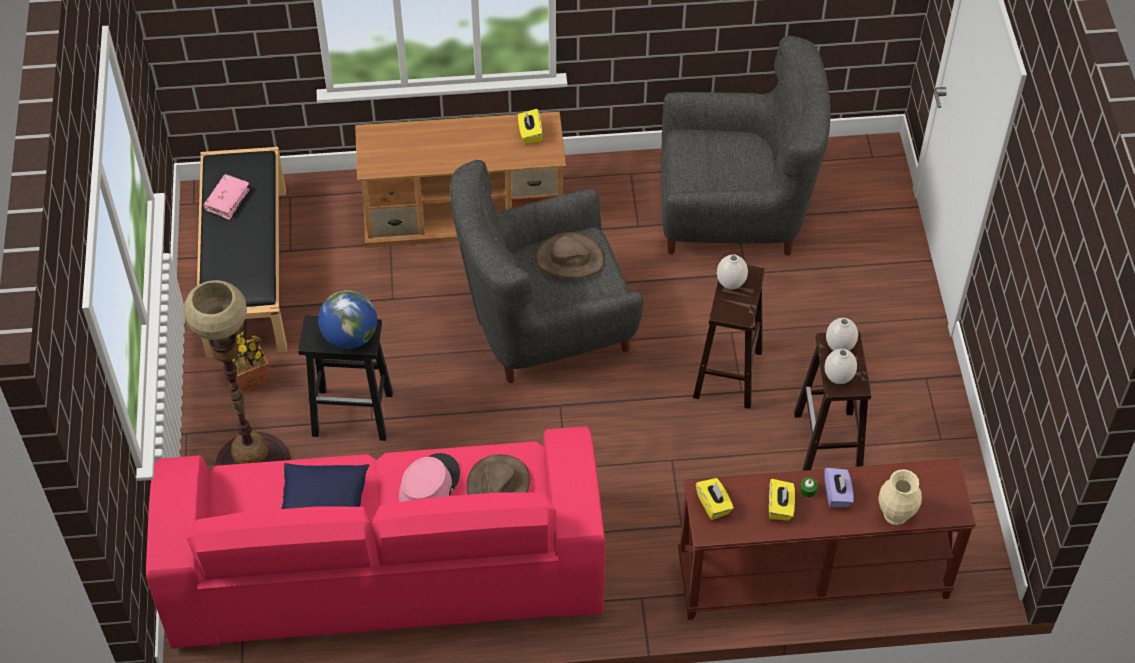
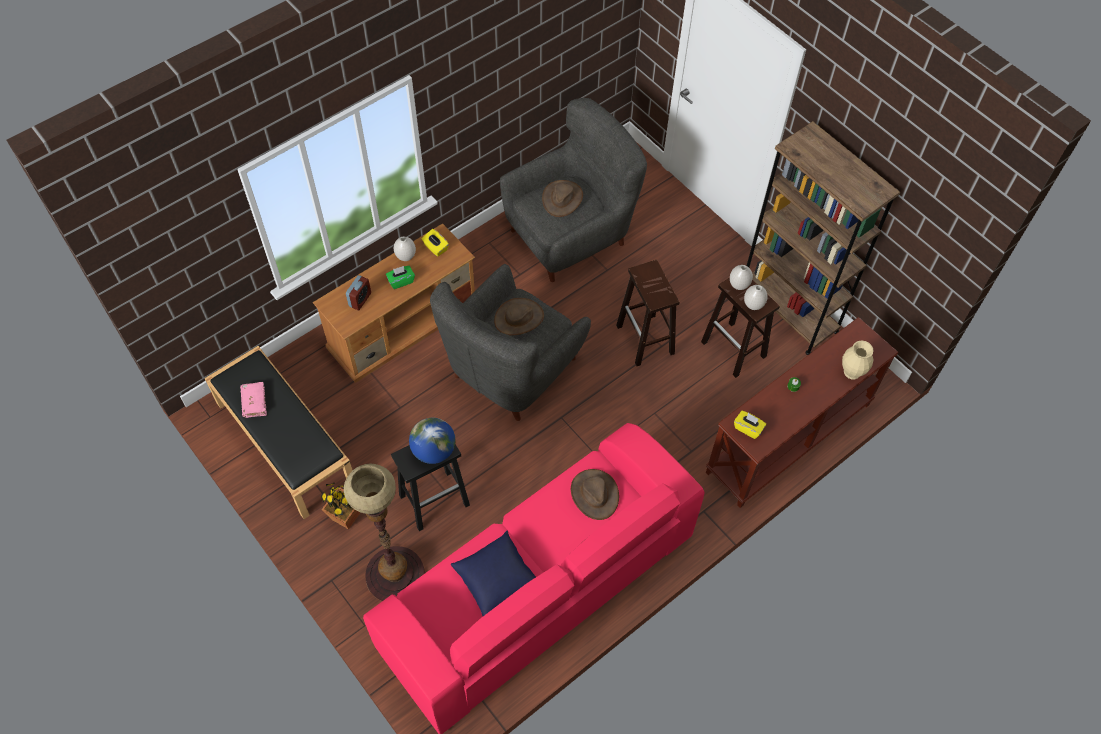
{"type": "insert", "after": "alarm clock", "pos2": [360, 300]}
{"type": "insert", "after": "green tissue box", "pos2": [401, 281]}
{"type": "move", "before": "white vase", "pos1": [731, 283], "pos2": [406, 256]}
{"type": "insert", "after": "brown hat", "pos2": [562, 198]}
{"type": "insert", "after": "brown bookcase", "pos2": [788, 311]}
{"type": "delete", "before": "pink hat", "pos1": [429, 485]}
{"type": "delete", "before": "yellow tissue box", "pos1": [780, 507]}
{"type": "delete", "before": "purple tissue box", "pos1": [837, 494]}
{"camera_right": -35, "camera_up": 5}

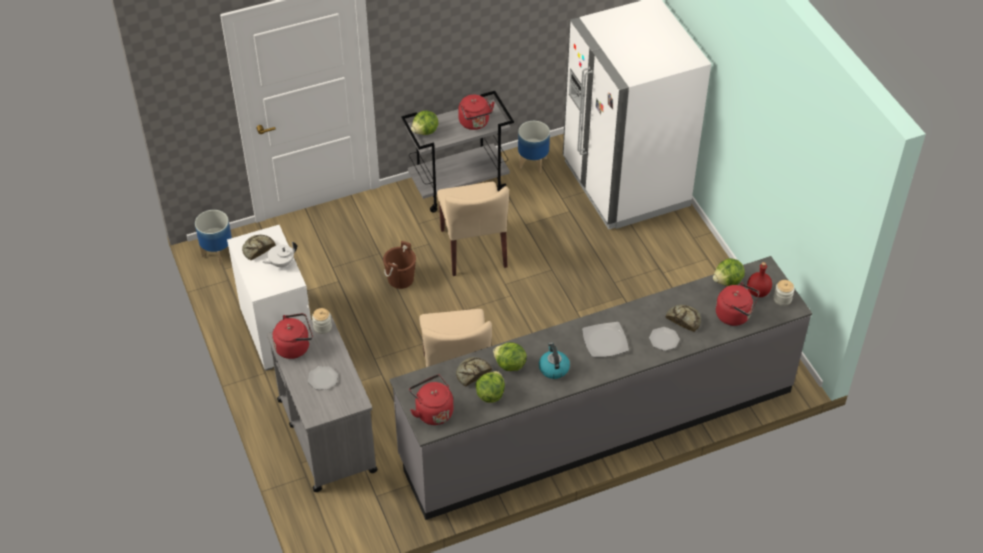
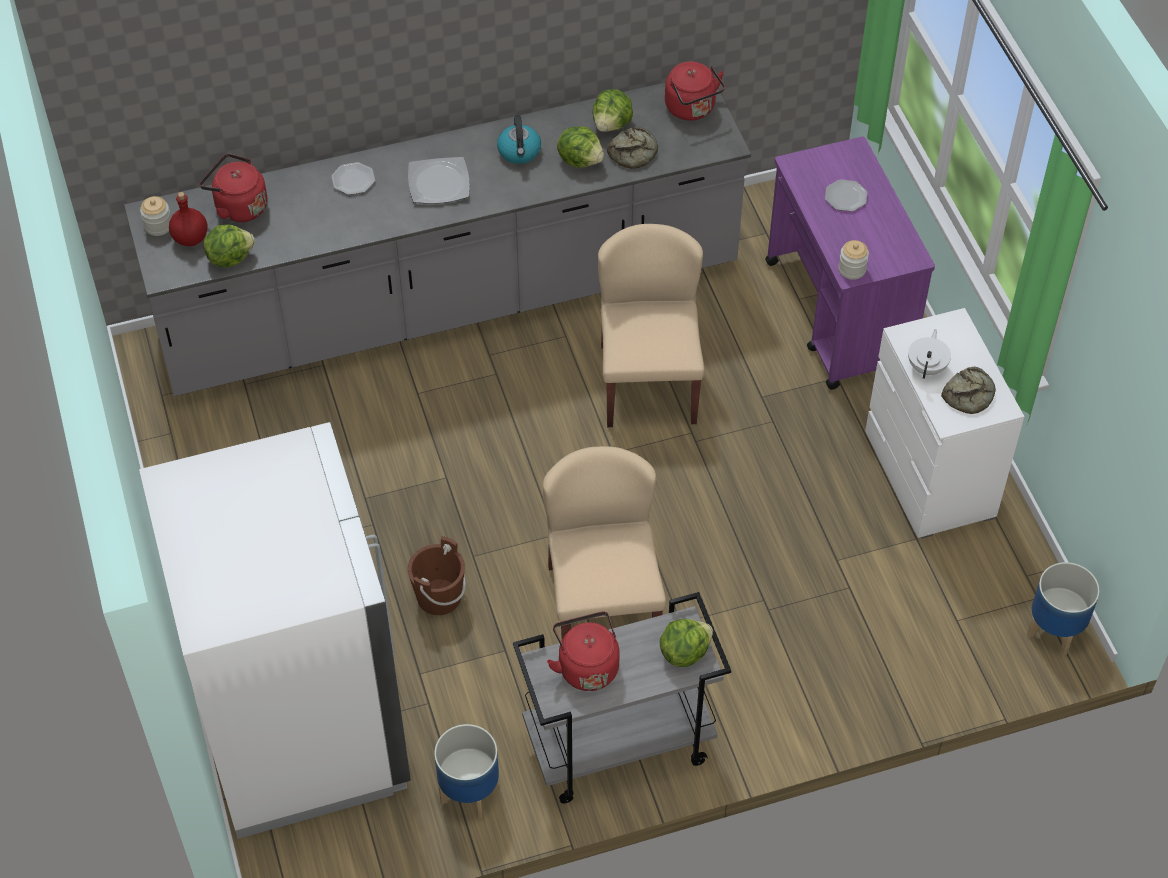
{"type": "move", "before": "brown bucket", "pos1": [400, 279], "pos2": [439, 596]}
{"type": "recolor", "before": "grey cart", "after": "purple cart", "pos1": [326, 434], "pos2": [839, 315]}
{"type": "rotate", "before": "white teapot", "pos1": [281, 263], "pos2": [927, 367], "turn": -45}
{"type": "delete", "before": "red kettle", "pos1": [294, 346]}
{"type": "delete", "before": "bread", "pos1": [684, 319]}
{"camera_right": -175, "camera_up": 5}

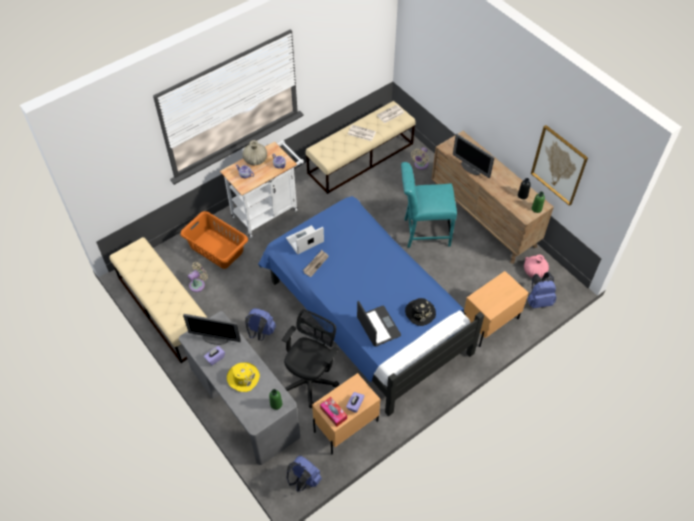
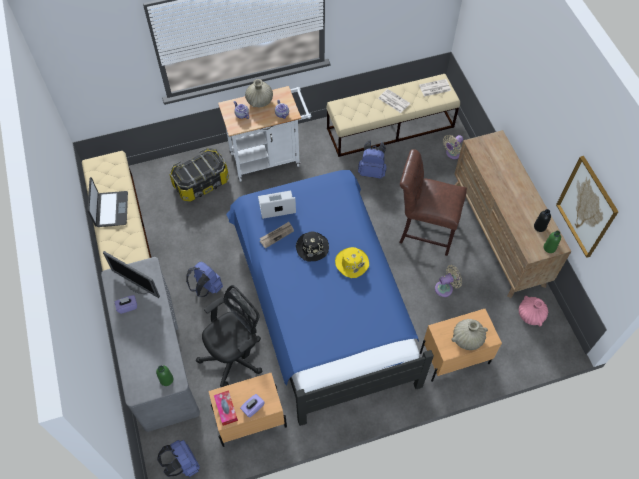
{"type": "move", "before": "laptop", "pos1": [378, 327], "pos2": [111, 209]}
{"type": "replace", "before": "orange laundry basket", "after": "storage box", "pos1": [217, 248], "pos2": [201, 183]}
{"type": "move", "before": "black hat", "pos1": [420, 313], "pos2": [312, 247]}
{"type": "move", "before": "yellow hat", "pos1": [243, 377], "pos2": [351, 263]}
{"type": "move", "before": "blue backpack", "pos1": [538, 301], "pos2": [372, 171]}
{"type": "recolor", "before": "turquoise chair", "after": "brown chair", "pos1": [423, 232], "pos2": [424, 230]}
{"type": "move", "before": "beige fan", "pos1": [198, 284], "pos2": [445, 288]}
{"type": "insert", "after": "beige vase", "pos2": [467, 338]}
{"type": "delete", "before": "monitor", "pos1": [470, 168]}
{"camera_right": 20, "camera_up": 5}

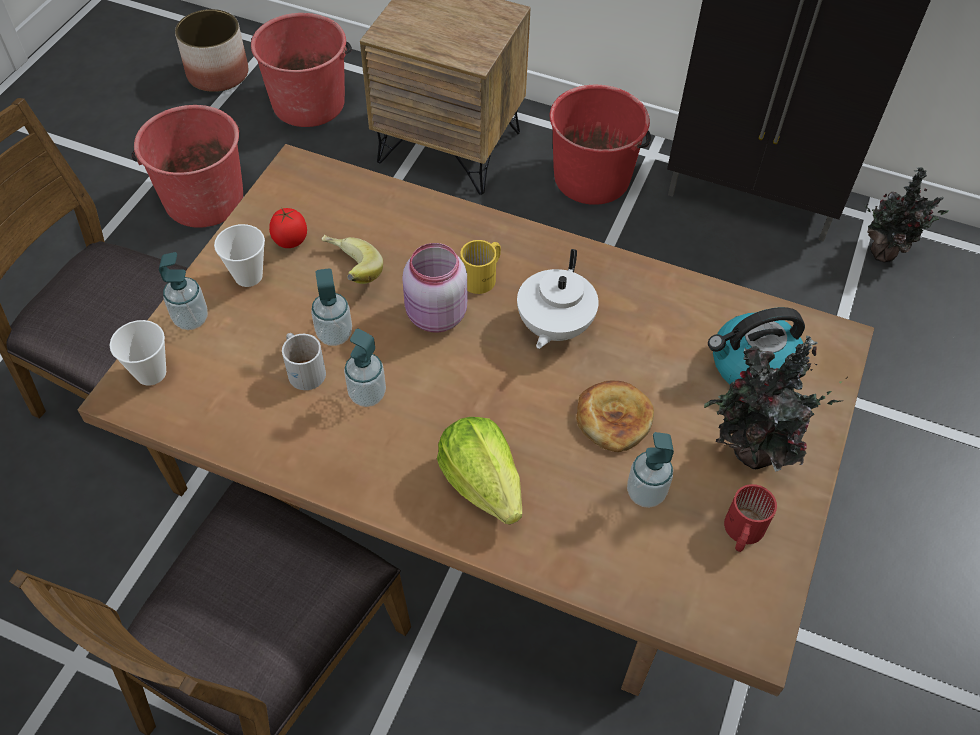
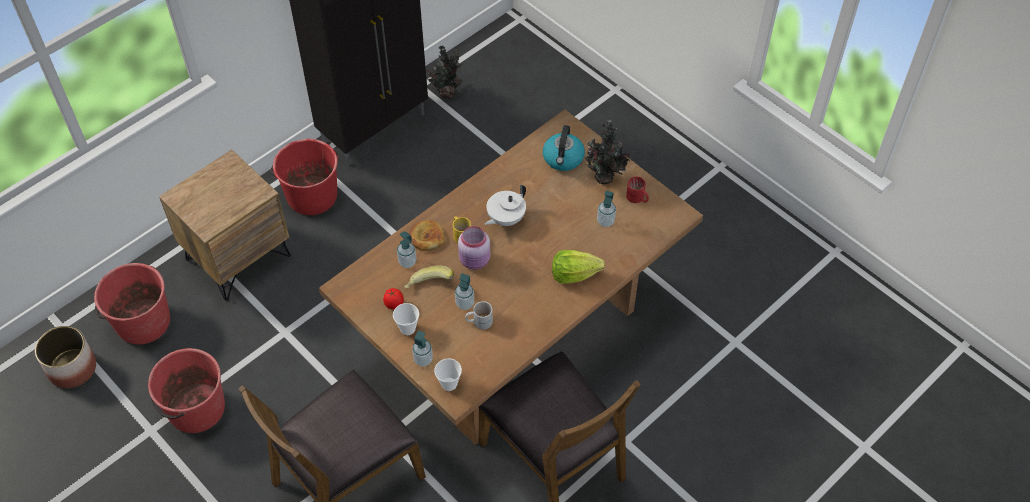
{"type": "move", "before": "soap dispenser", "pos1": [367, 394], "pos2": [407, 262]}
{"type": "move", "before": "bread", "pos1": [613, 418], "pos2": [426, 237]}
{"type": "rotate", "before": "white teapot", "pos1": [553, 327], "pos2": [505, 219], "turn": 90}
{"camera_right": -65, "camera_up": 0}

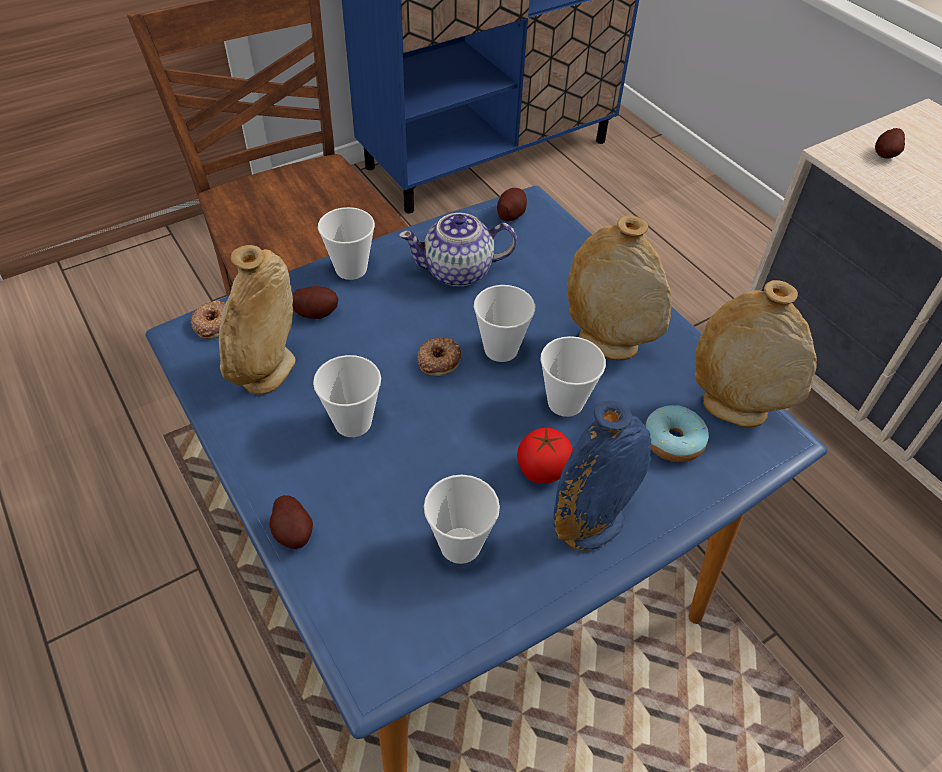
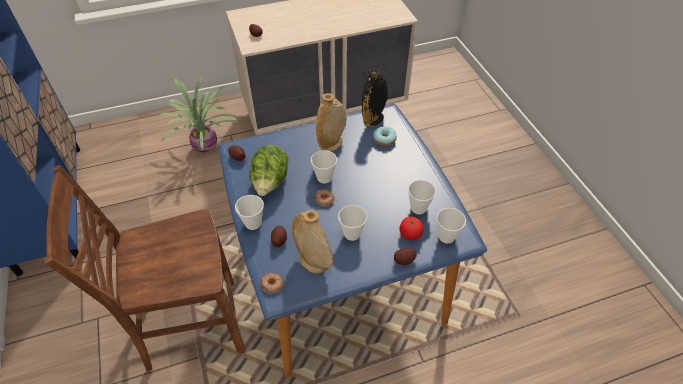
{"type": "insert", "after": "potted plant", "pos2": [206, 145]}
{"type": "replace", "before": "teapot", "after": "lettuce", "pos1": [459, 271], "pos2": [270, 183]}
{"type": "recolor", "before": "beige vase", "after": "black vase", "pos1": [734, 408], "pos2": [373, 119]}
{"type": "move", "before": "tomato", "pos1": [542, 469], "pos2": [410, 234]}
{"type": "move", "before": "cup", "pos1": [565, 402], "pos2": [446, 236]}
{"type": "delete", "before": "blue vase", "pos1": [592, 524]}
{"camera_right": -75, "camera_up": 0}

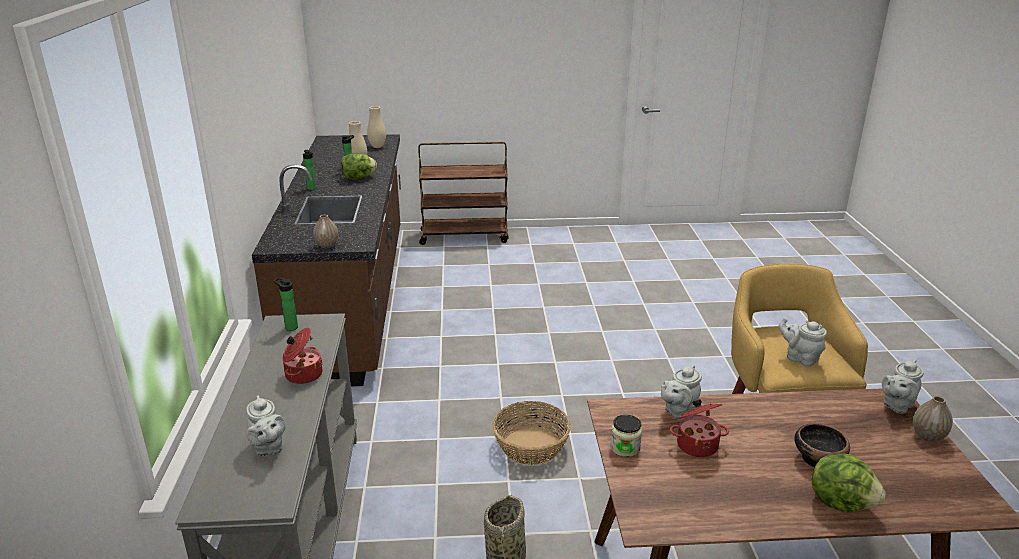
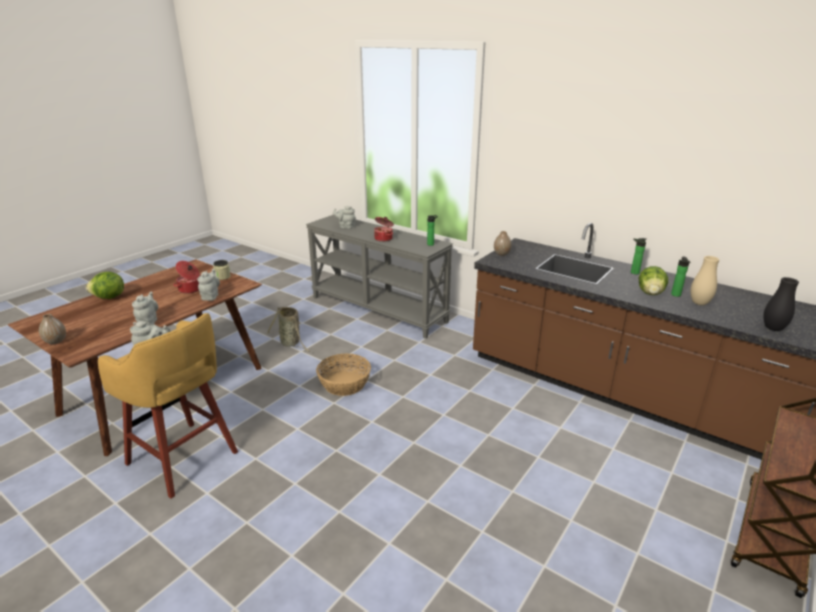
{"type": "move", "before": "grey teapot", "pos1": [896, 405], "pos2": [148, 322]}
{"type": "recolor", "before": "beige vase", "after": "black vase", "pos1": [377, 147], "pos2": [773, 328]}
{"type": "delete", "before": "bowl", "pos1": [818, 458]}
{"camera_right": 130, "camera_up": 0}

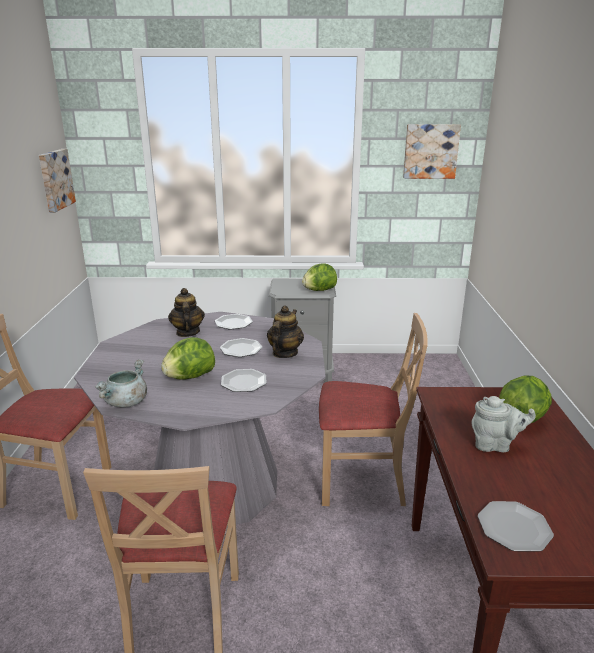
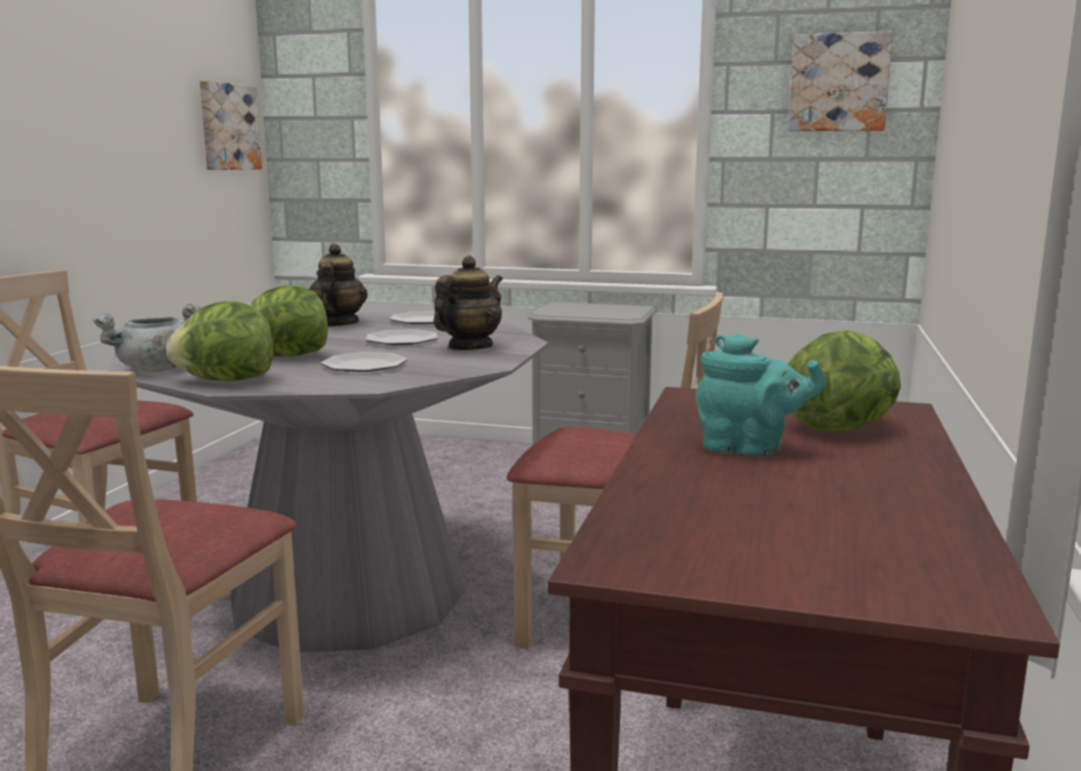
{"type": "move", "before": "lettuce", "pos1": [319, 290], "pos2": [226, 381]}
{"type": "recolor", "before": "grey teapot", "after": "turquoise teapot", "pos1": [495, 445], "pos2": [749, 449]}
{"type": "delete", "before": "plate", "pos1": [514, 528]}
{"camera_right": 15, "camera_up": -10}

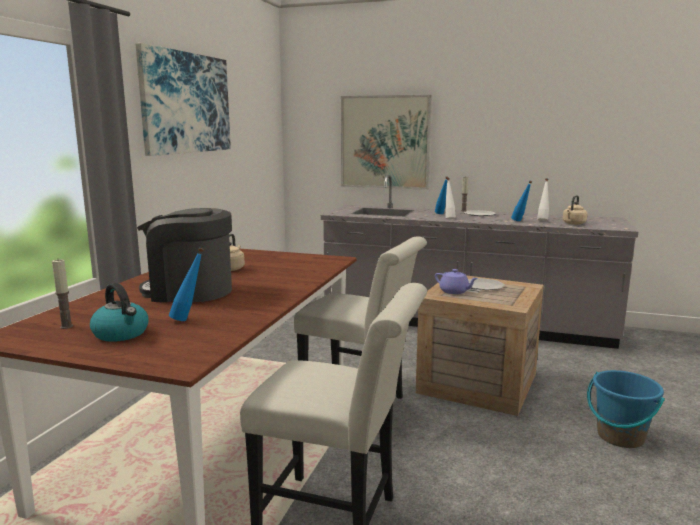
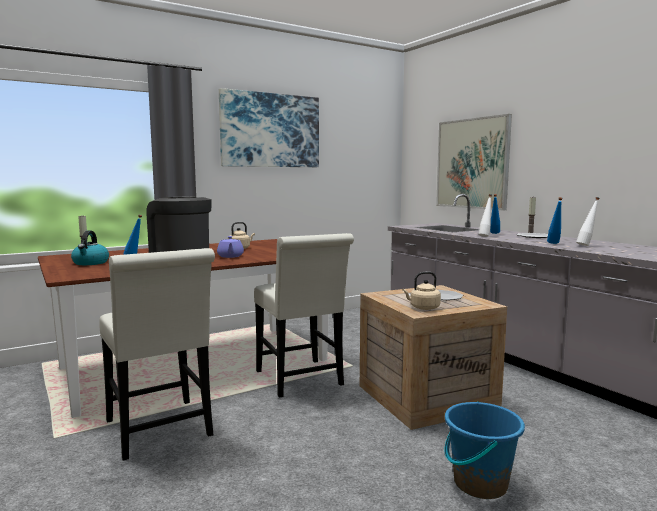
{"type": "move", "before": "purple teapot", "pos1": [454, 291], "pos2": [230, 256]}
{"type": "move", "before": "beige kettle", "pos1": [573, 223], "pos2": [423, 308]}
{"camera_right": 40, "camera_up": -5}

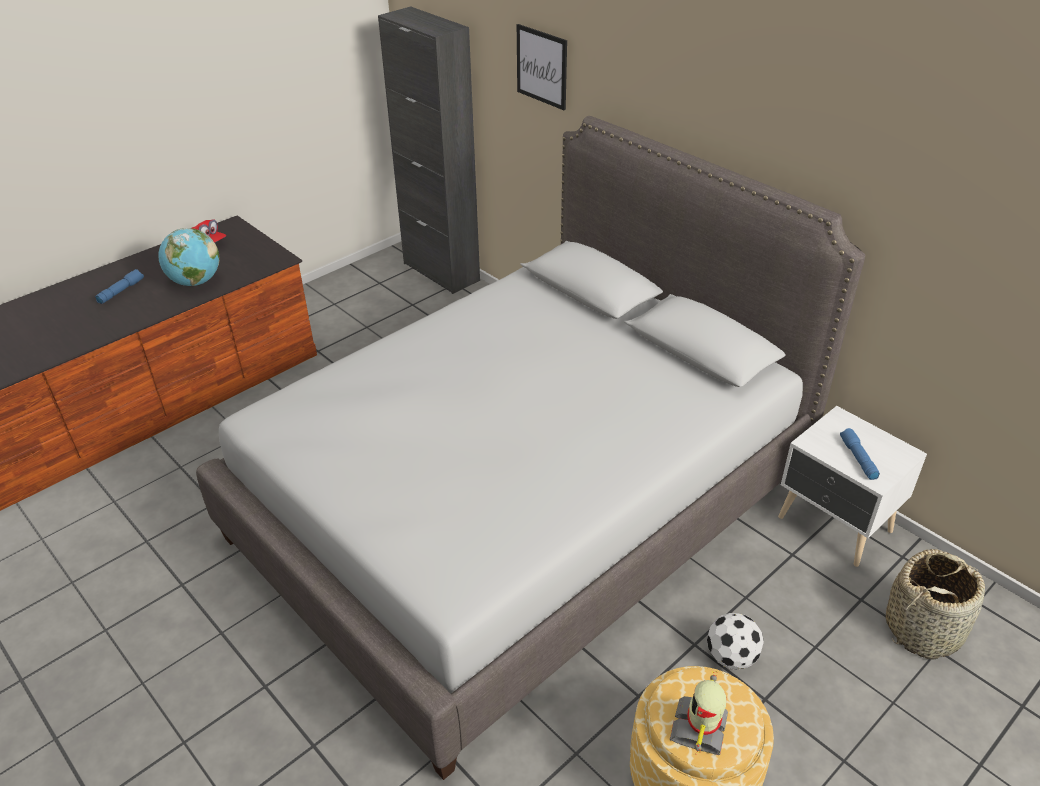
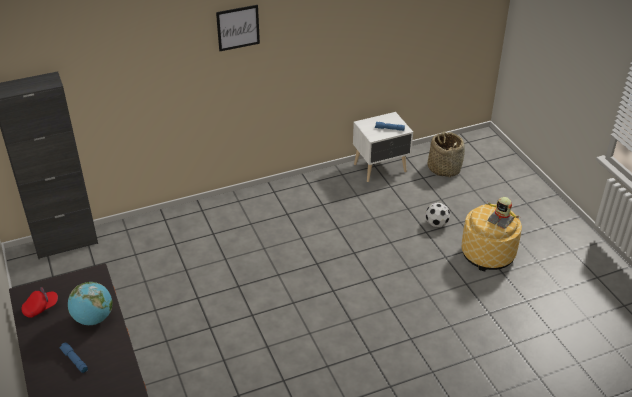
{"type": "move", "before": "picture", "pos1": [542, 66], "pos2": [238, 27]}
{"type": "delete", "before": "grey bed", "pos1": [522, 508]}
{"camera_right": -70, "camera_up": 0}

